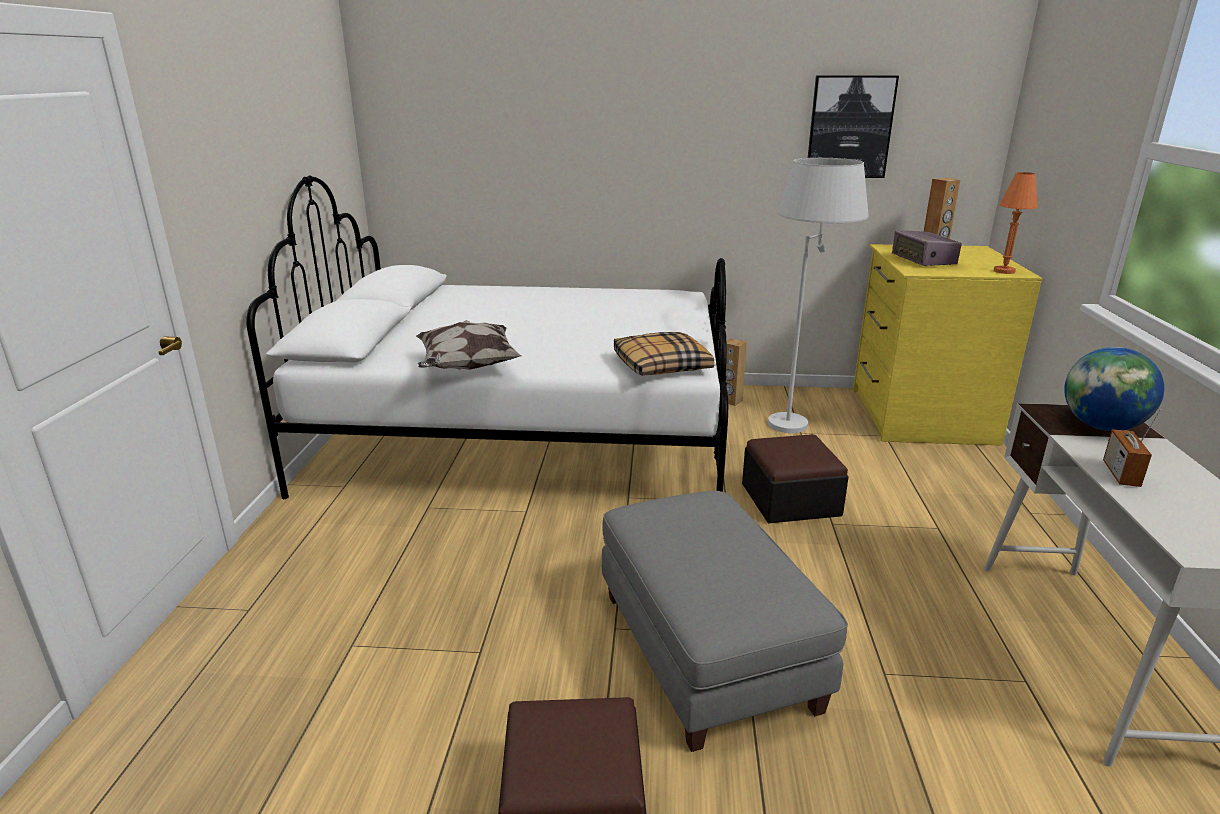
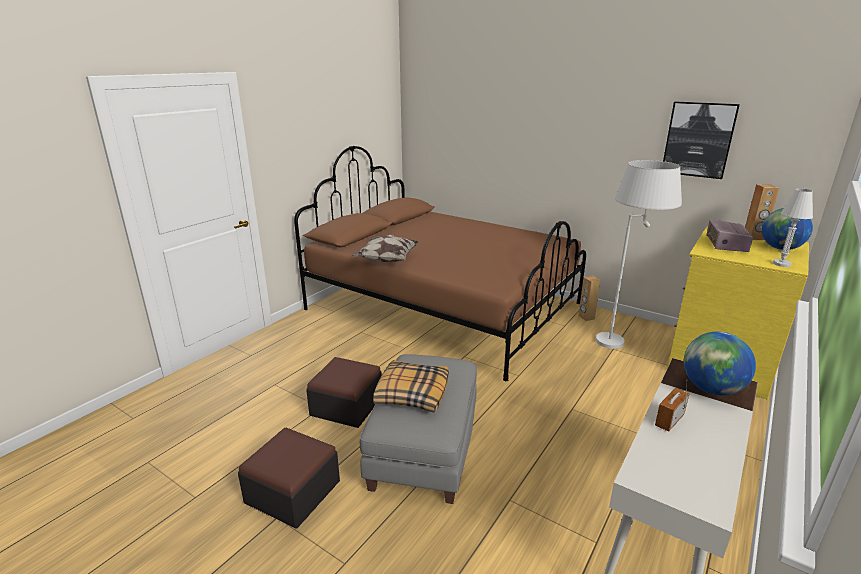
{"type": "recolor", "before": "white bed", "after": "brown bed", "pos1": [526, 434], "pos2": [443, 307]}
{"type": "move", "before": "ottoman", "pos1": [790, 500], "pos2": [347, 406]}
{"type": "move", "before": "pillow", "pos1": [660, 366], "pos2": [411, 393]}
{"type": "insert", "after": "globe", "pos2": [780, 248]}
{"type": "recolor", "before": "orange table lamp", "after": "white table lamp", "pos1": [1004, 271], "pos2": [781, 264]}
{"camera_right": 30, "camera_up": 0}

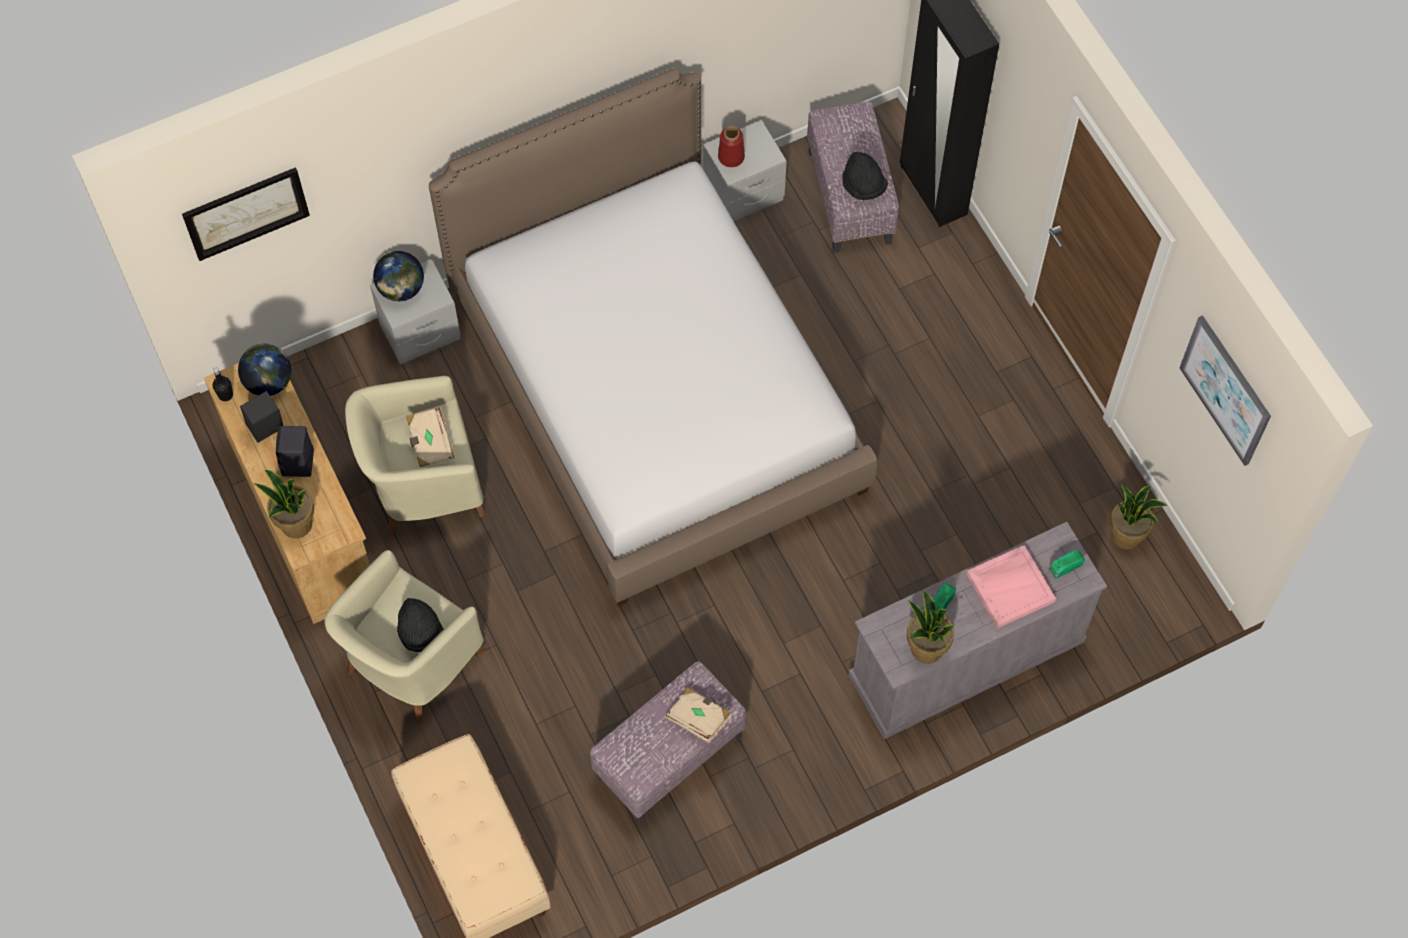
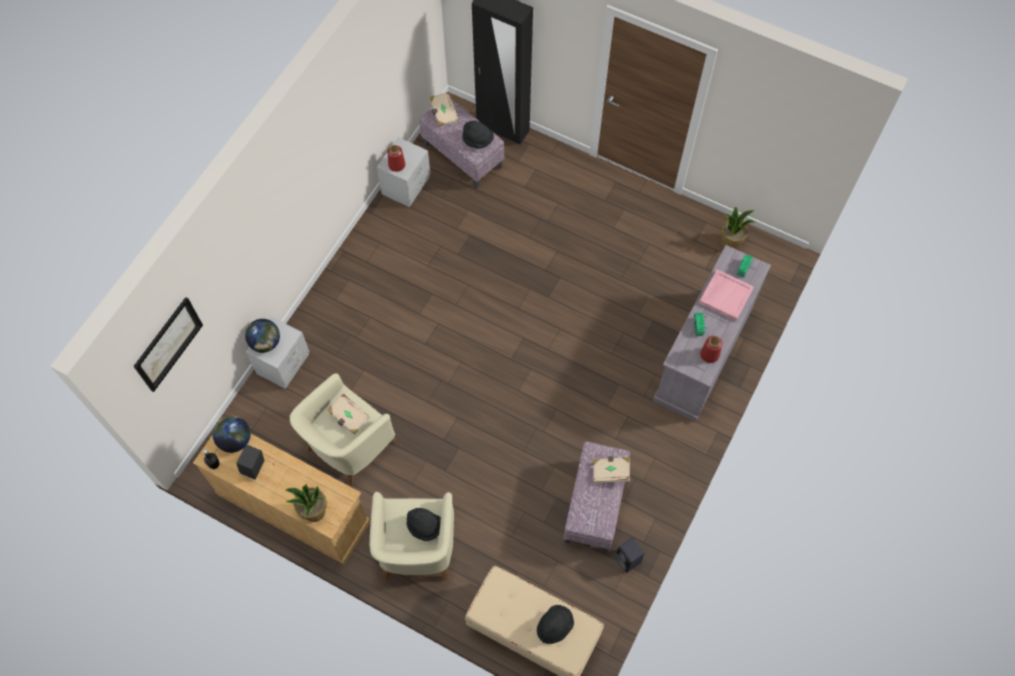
{"type": "insert", "after": "beige book", "pos2": [443, 113]}
{"type": "insert", "after": "black hat", "pos2": [554, 626]}
{"type": "move", "before": "black speaker", "pos1": [298, 464], "pos2": [628, 560]}
{"type": "replace", "before": "potted plant", "after": "red vase", "pos1": [926, 649], "pos2": [709, 355]}
{"type": "delete", "before": "bed", "pos1": [657, 392]}
{"type": "delete", "before": "picture", "pos1": [1225, 390]}
{"camera_right": -35, "camera_up": 0}

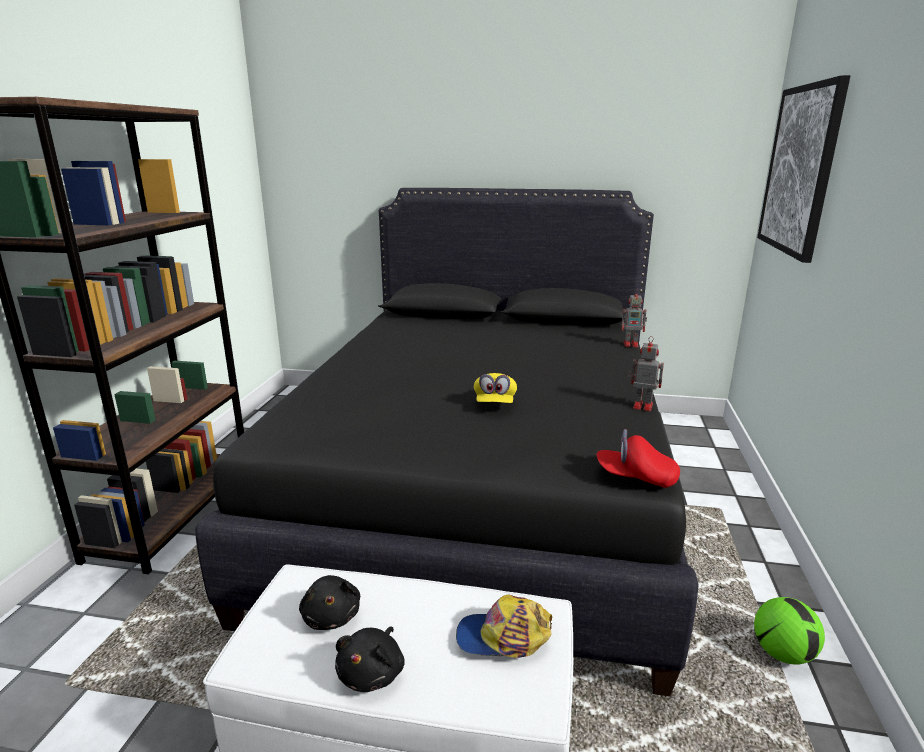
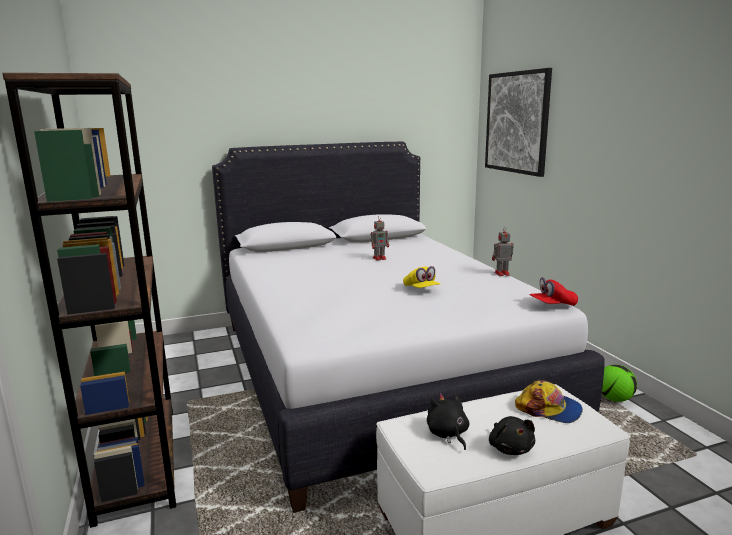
{"type": "recolor", "before": "black bed", "after": "white bed", "pos1": [480, 490], "pos2": [372, 371]}
{"type": "move", "before": "toy robot", "pos1": [631, 344], "pos2": [380, 258]}
{"type": "rotate", "before": "black plush toy", "pos1": [331, 616], "pos2": [448, 434], "turn": -150}
{"type": "rotate", "before": "cap", "pos1": [504, 637], "pos2": [549, 409], "turn": -120}
{"camera_right": -30, "camera_up": -5}

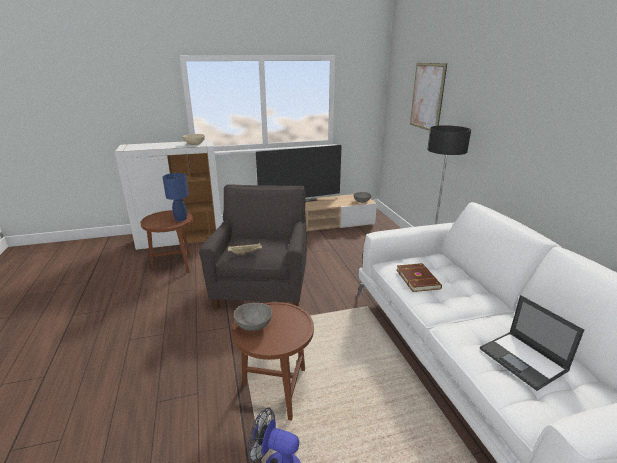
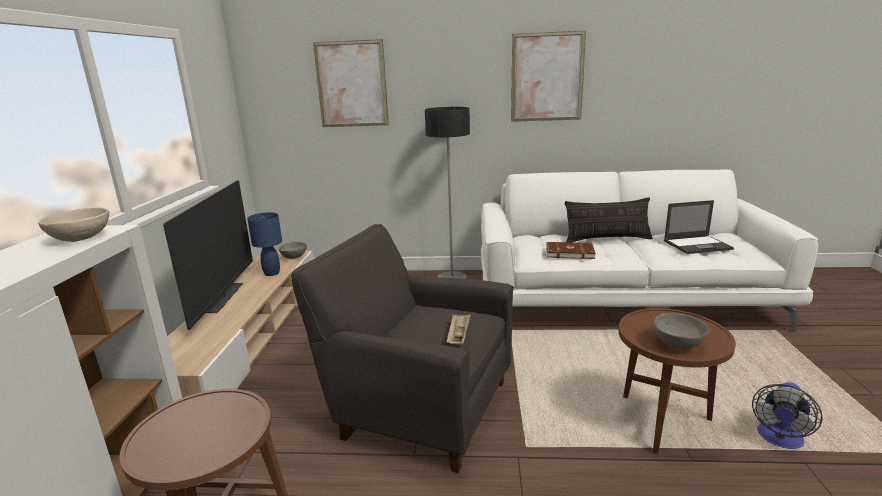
{"type": "move", "before": "blue table lamp", "pos1": [181, 219], "pos2": [272, 273]}
{"type": "insert", "after": "picture", "pos2": [547, 77]}
{"type": "insert", "after": "pillow", "pos2": [607, 239]}
{"camera_right": -70, "camera_up": -5}

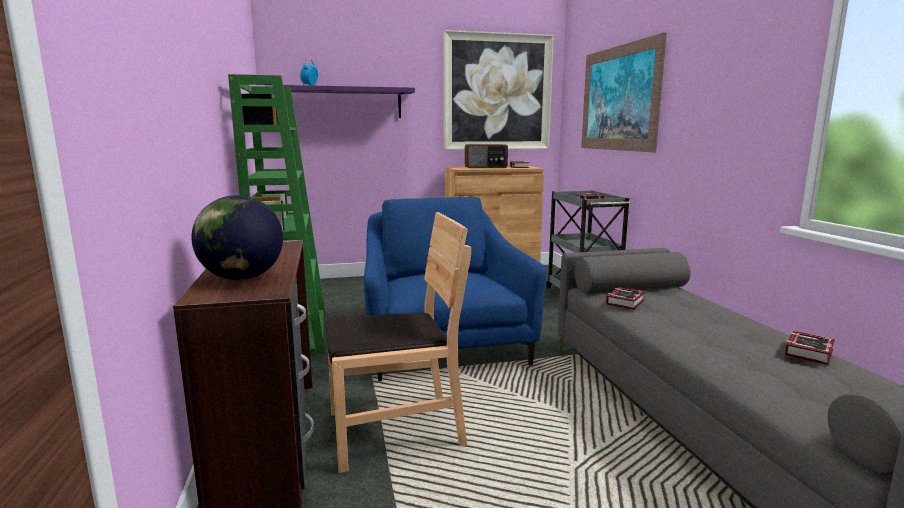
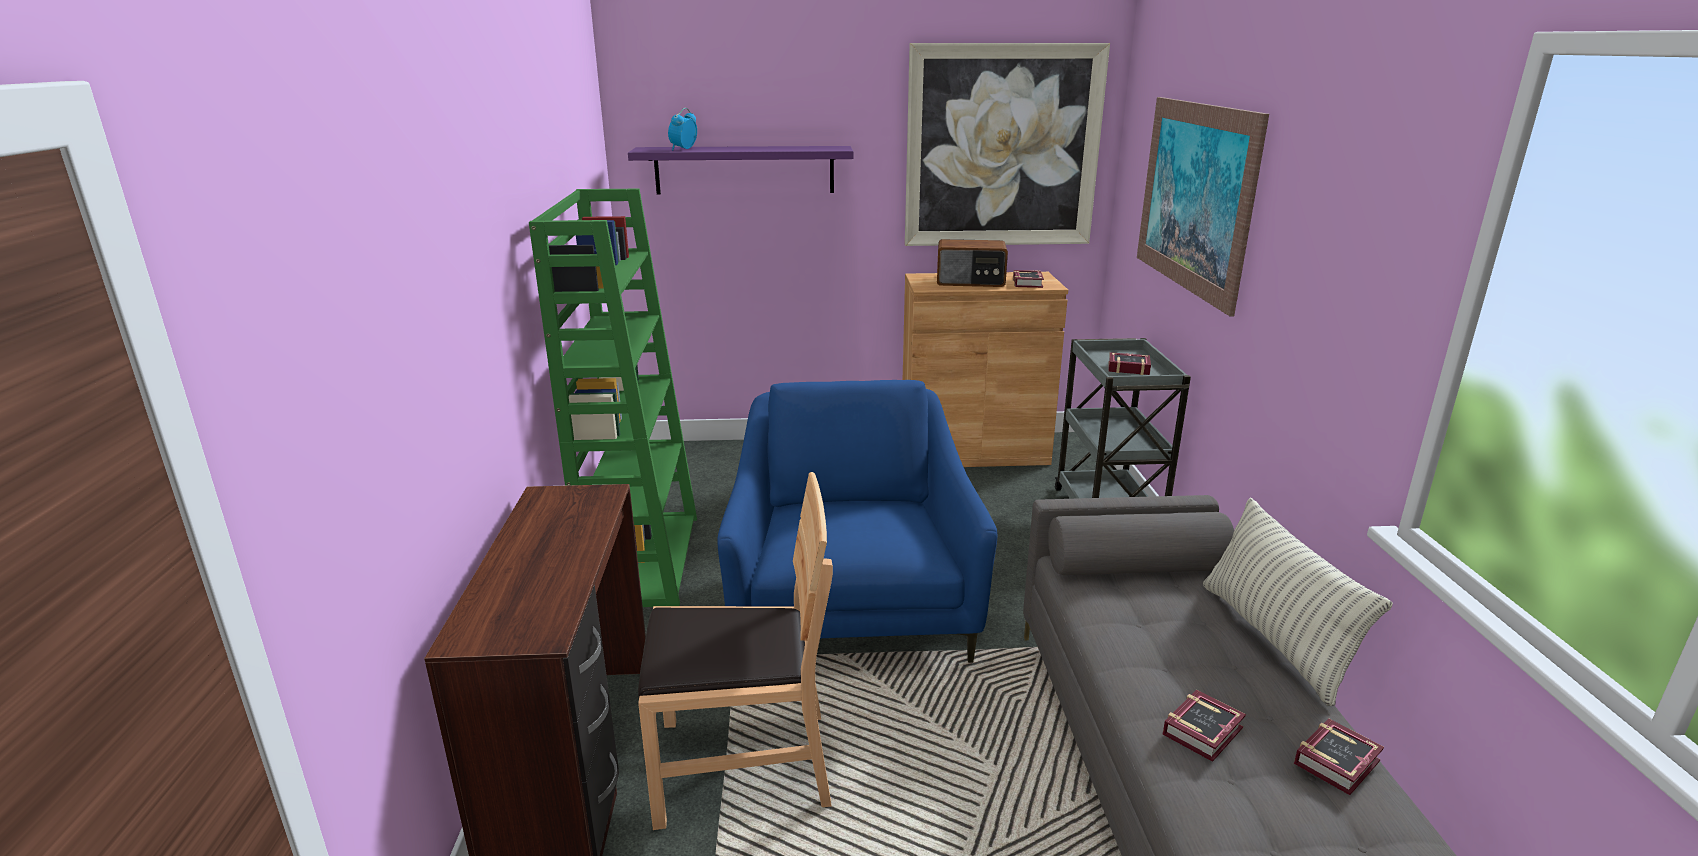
{"type": "move", "before": "book", "pos1": [627, 302], "pos2": [1206, 730]}
{"type": "insert", "after": "pillow", "pos2": [1274, 638]}
{"type": "delete", "before": "globe", "pos1": [241, 278]}
{"camera_right": 10, "camera_up": 10}

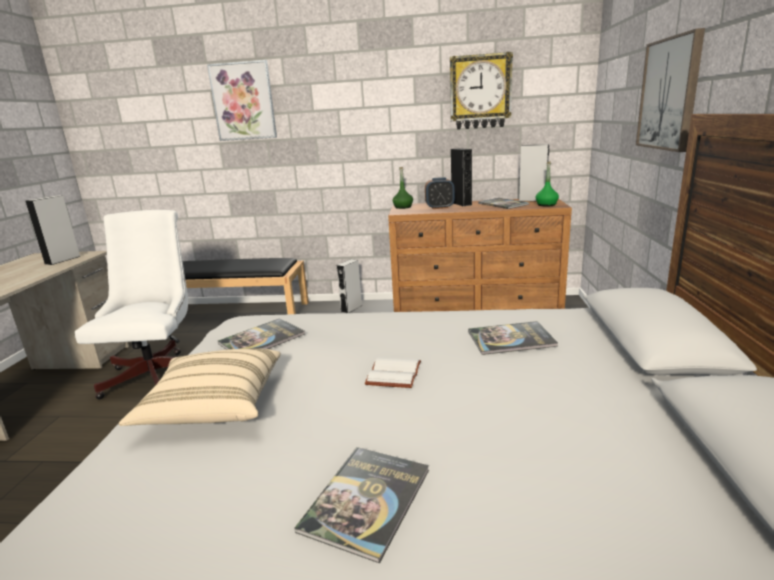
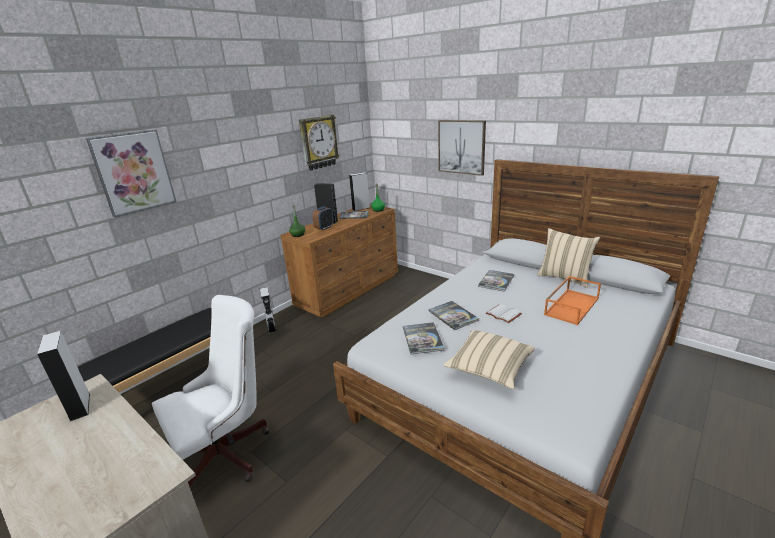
{"type": "rotate", "before": "white office chair", "pos1": [158, 373], "pos2": [228, 453], "turn": 105}
{"type": "move", "before": "book", "pos1": [366, 500], "pos2": [453, 315]}
{"type": "insert", "after": "beige pillow", "pos2": [564, 278]}
{"type": "insert", "after": "orange tray", "pos2": [571, 306]}
{"camera_right": -55, "camera_up": 5}

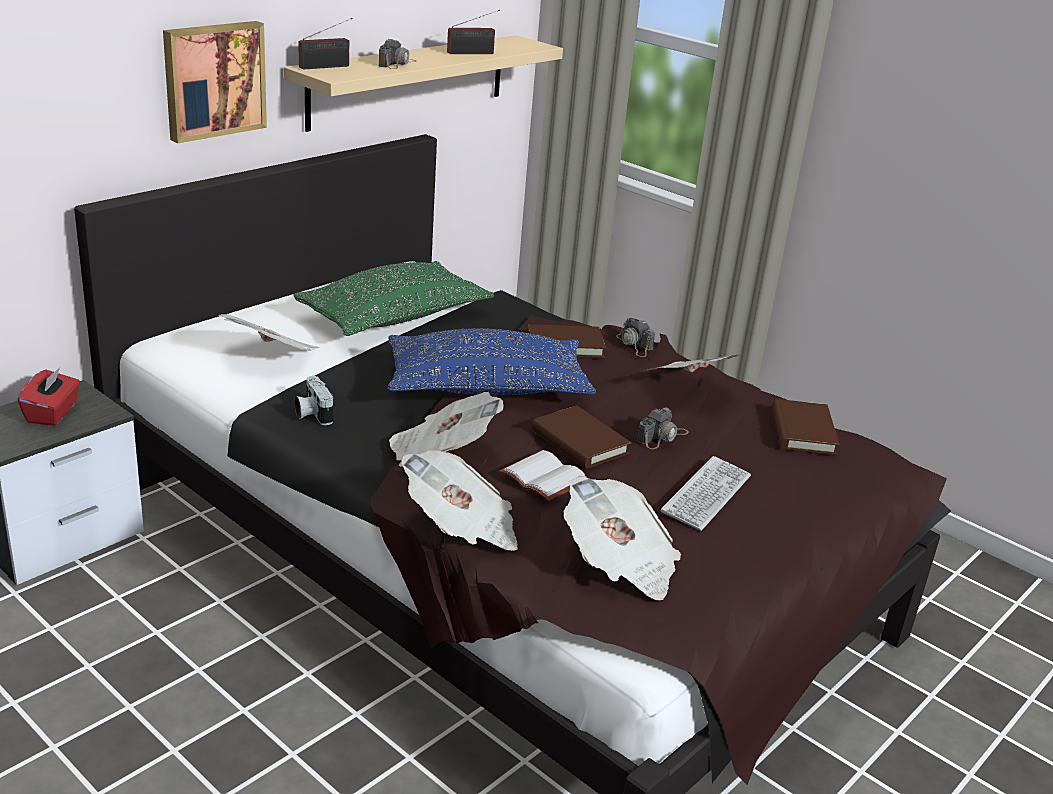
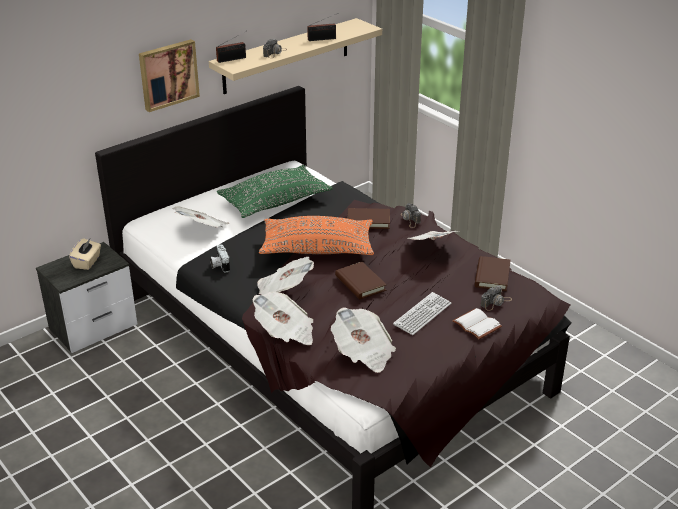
{"type": "recolor", "before": "red tissue box", "after": "beige tissue box", "pos1": [53, 413], "pos2": [87, 262]}
{"type": "recolor", "before": "blue pillow", "after": "orange pillow", "pos1": [487, 387], "pos2": [317, 249]}
{"type": "move", "before": "white book", "pos1": [541, 478], "pos2": [475, 325]}
{"type": "move", "before": "photo camera", "pos1": [662, 436], "pos2": [496, 302]}
{"camera_right": 10, "camera_up": 5}

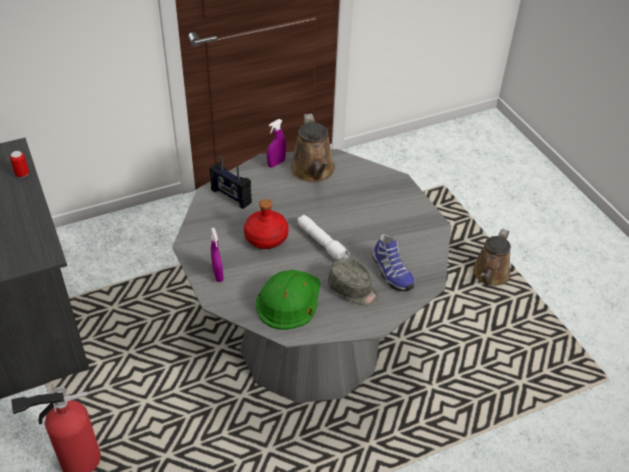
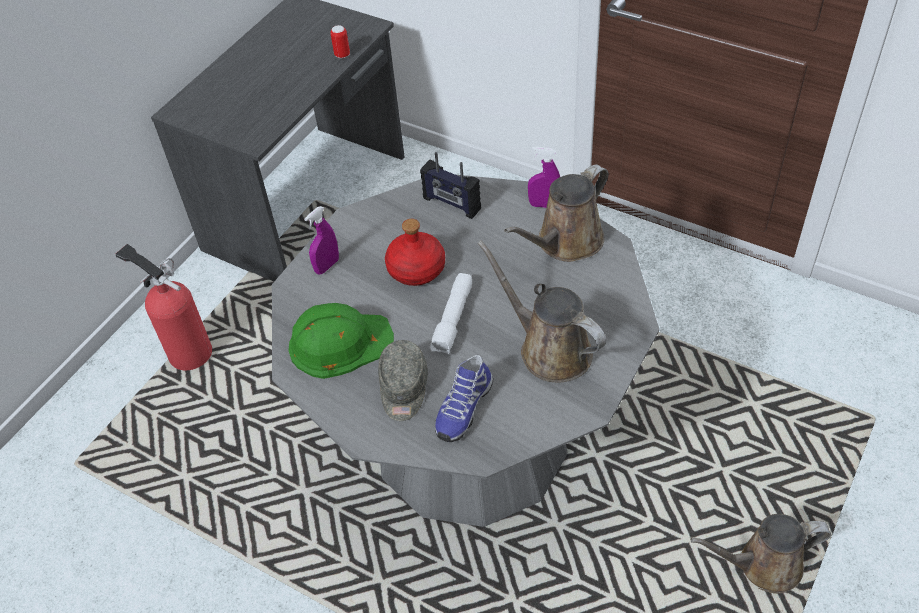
{"type": "rotate", "before": "radio", "pos1": [231, 196], "pos2": [451, 204], "turn": -60}
{"type": "insert", "after": "brown watering can", "pos2": [549, 349]}
{"camera_right": 60, "camera_up": 5}

